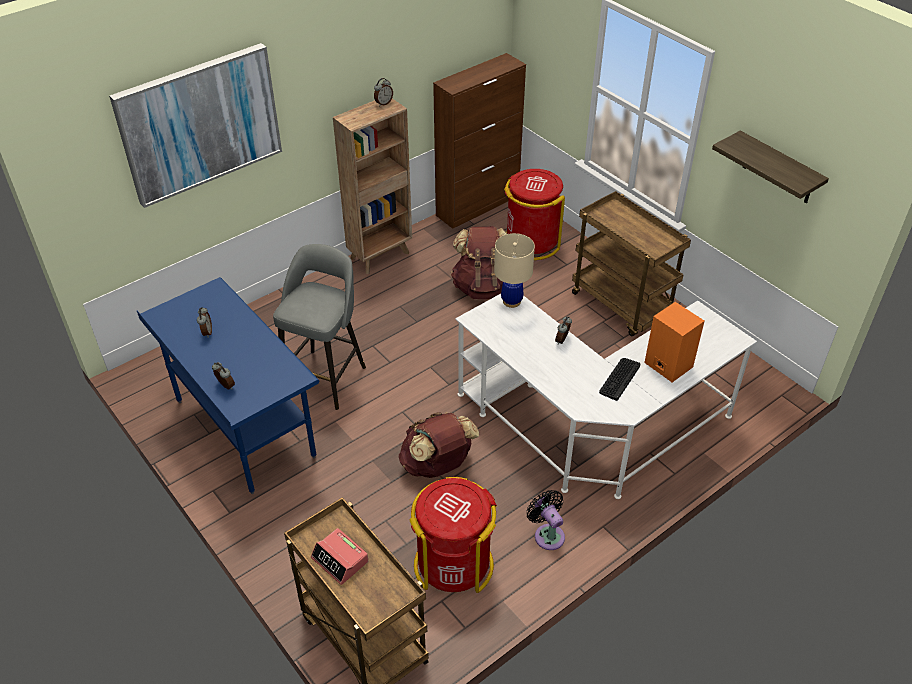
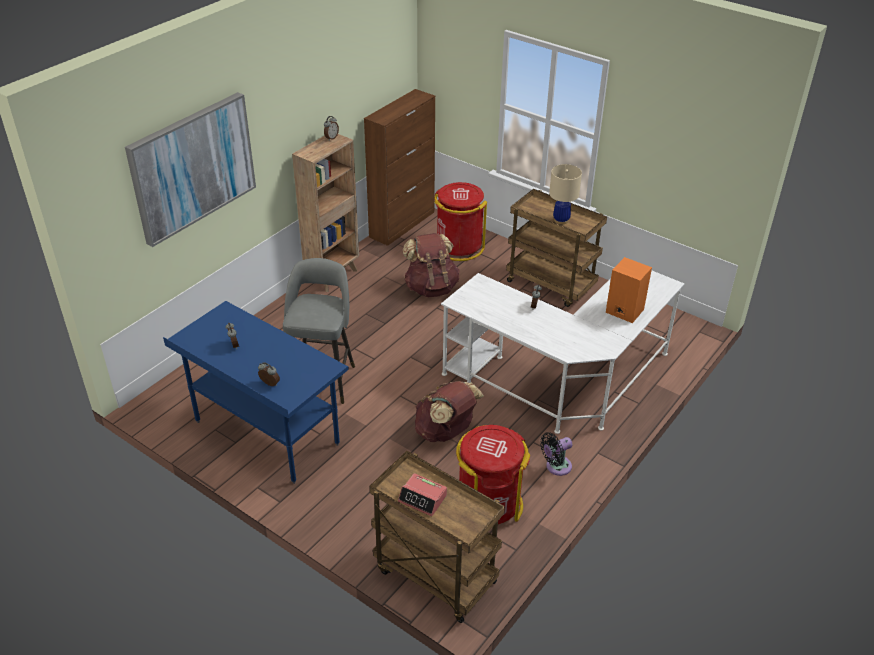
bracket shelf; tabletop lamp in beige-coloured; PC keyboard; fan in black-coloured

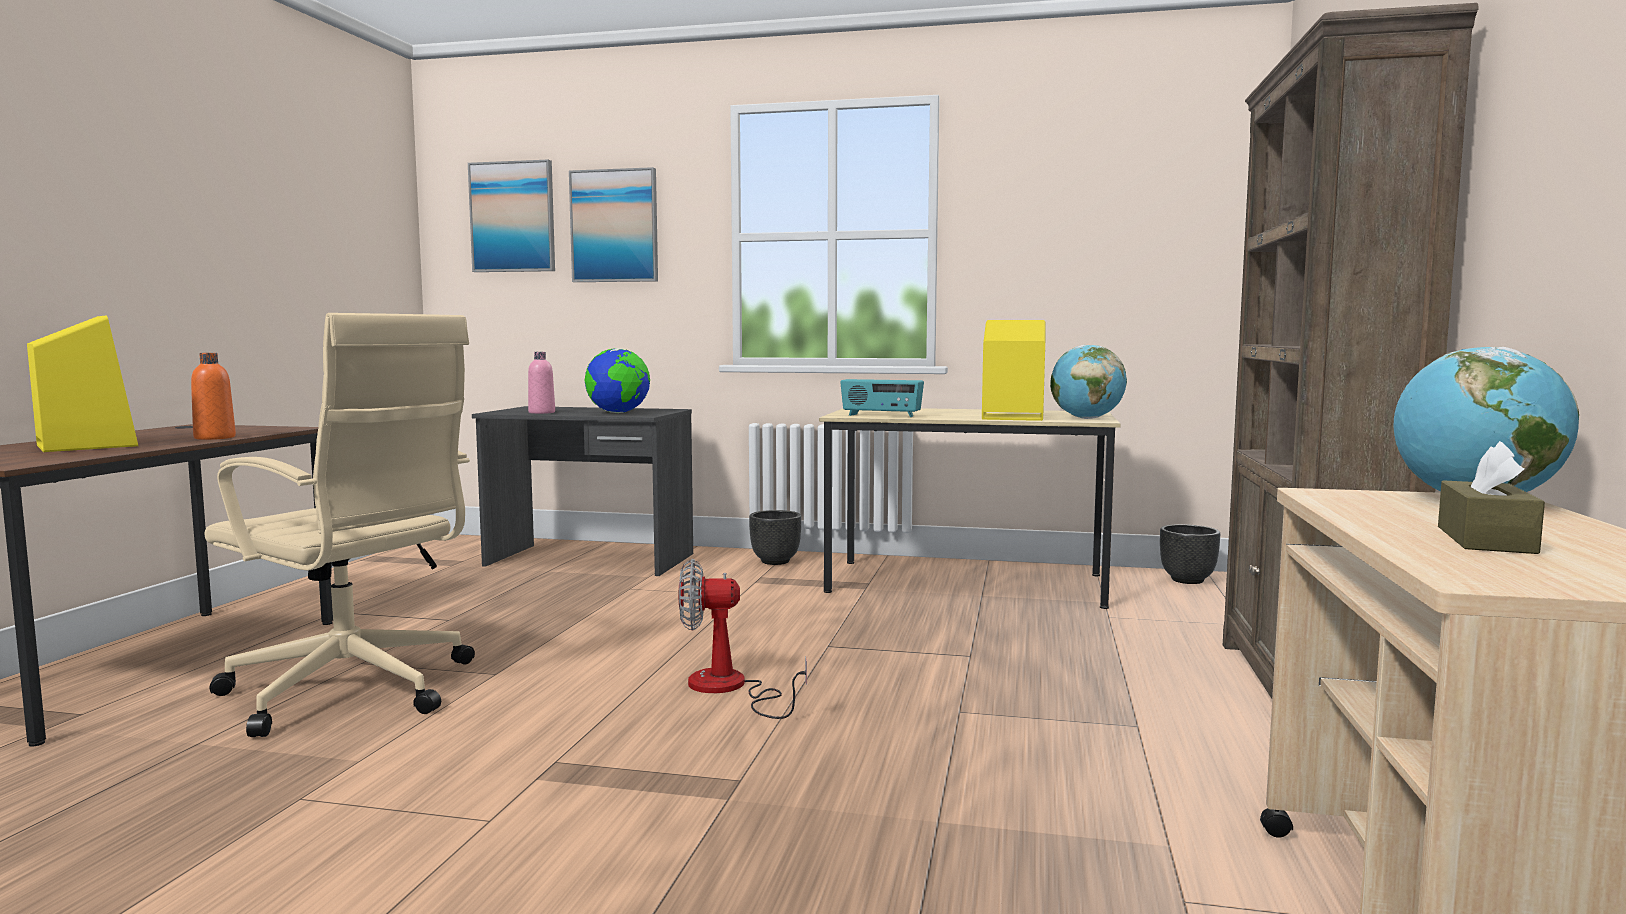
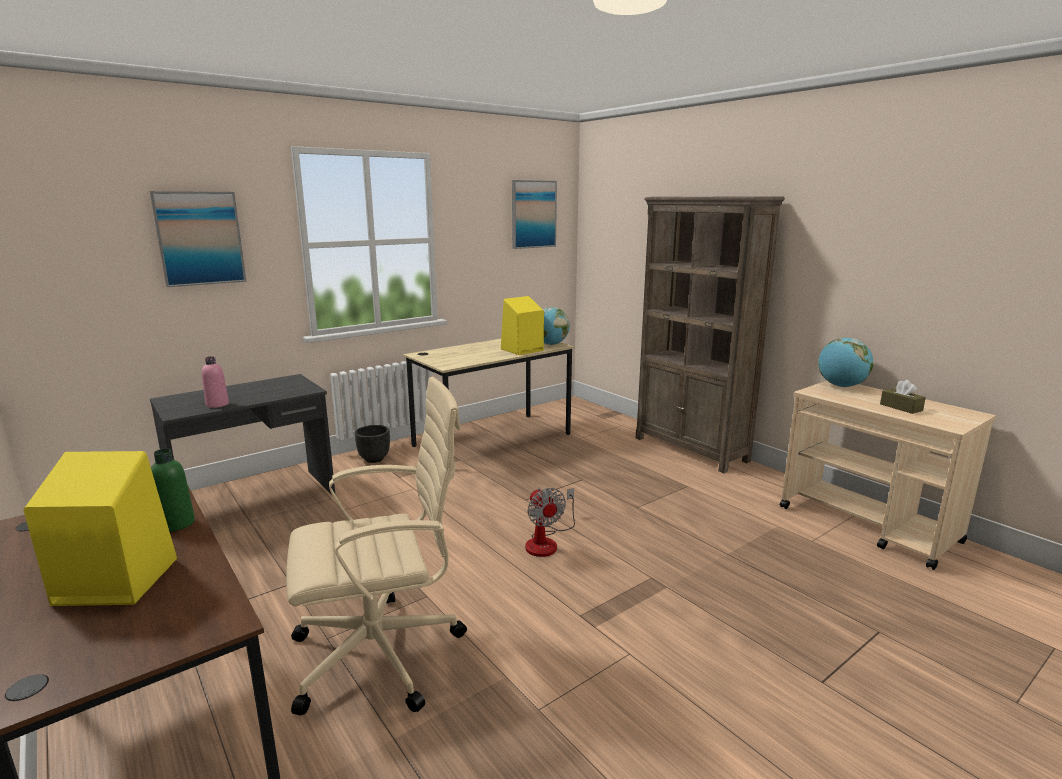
wall art (2nd from left); globe (1st from left in the first image); bottle in green-coloured; radio receiver; flower pot in black-coloured (2nd from left in the first image); fan

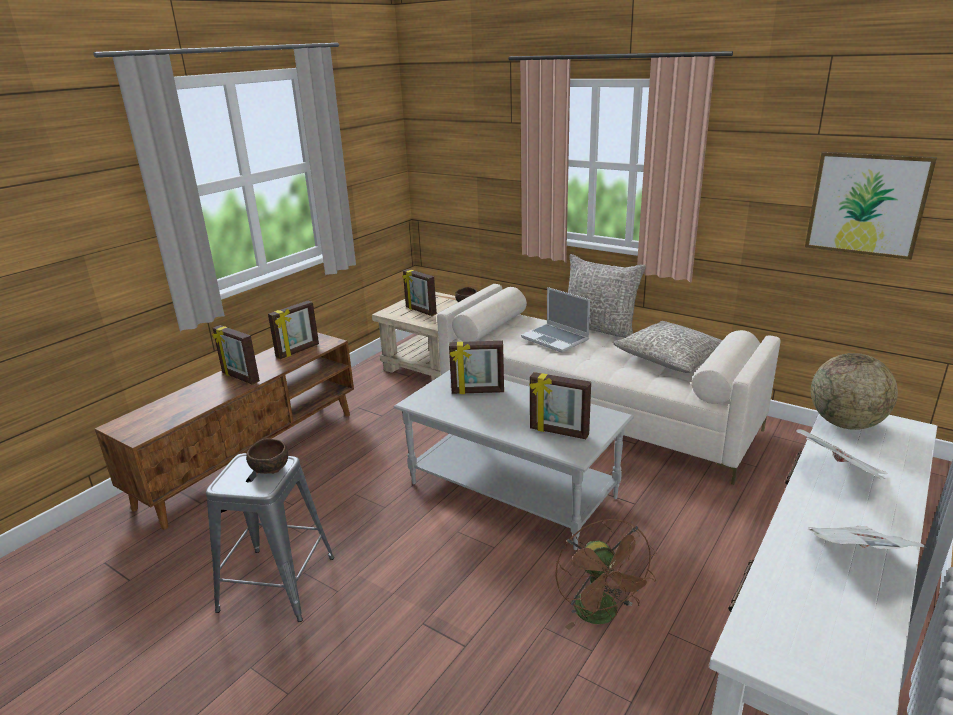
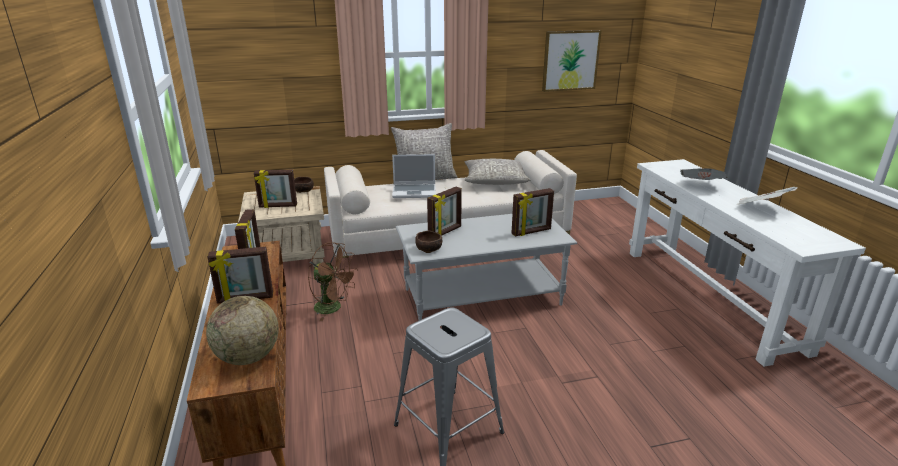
globe; bowl in brown-coloured (2nd from left); fan in brown-coloured

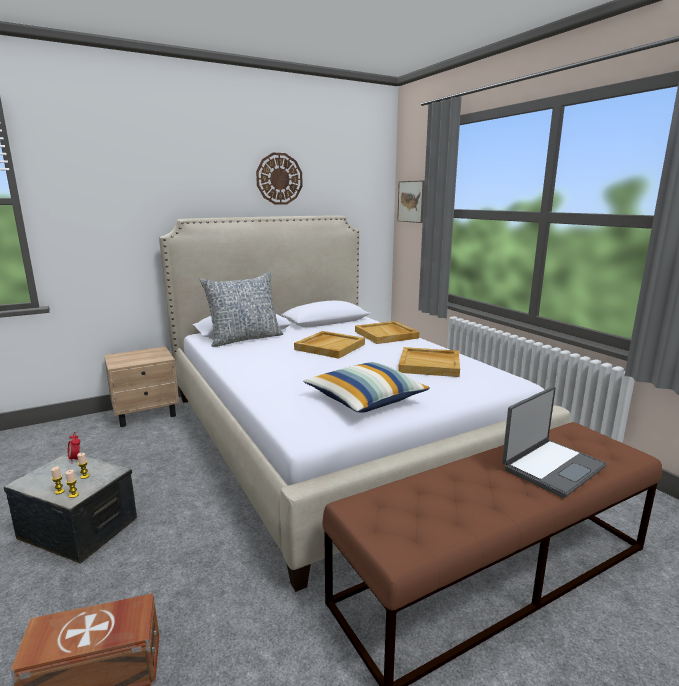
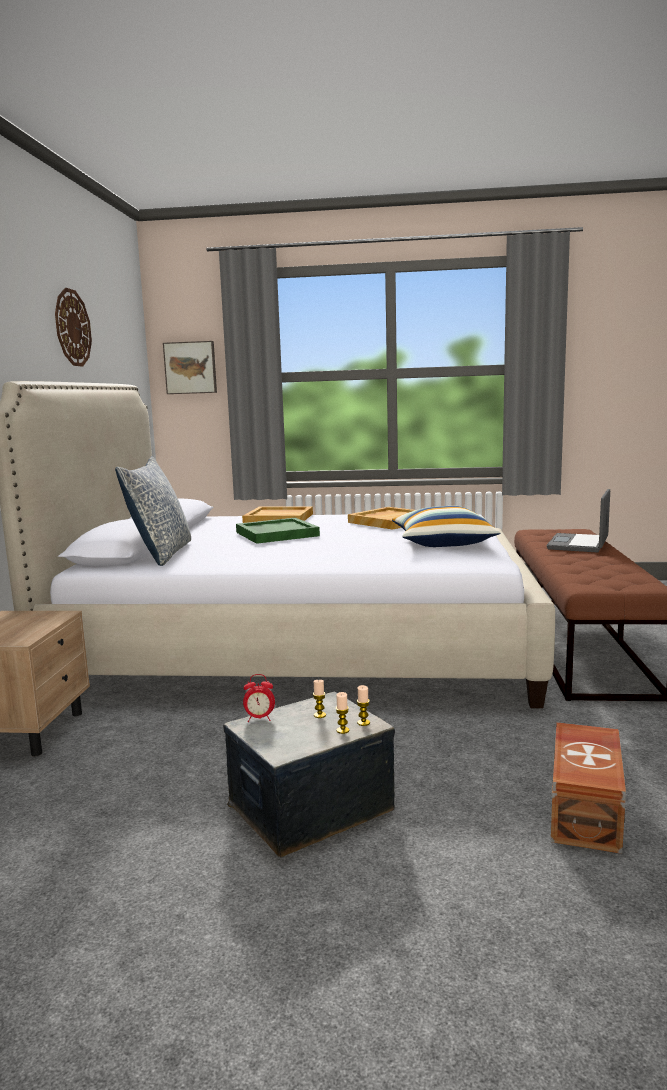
serving tray in green-coloured; notebook computer

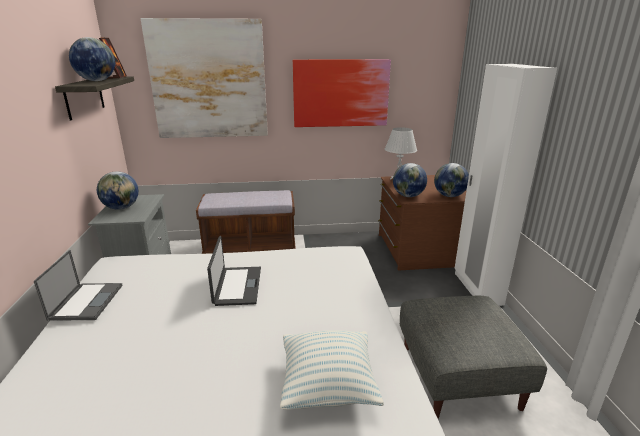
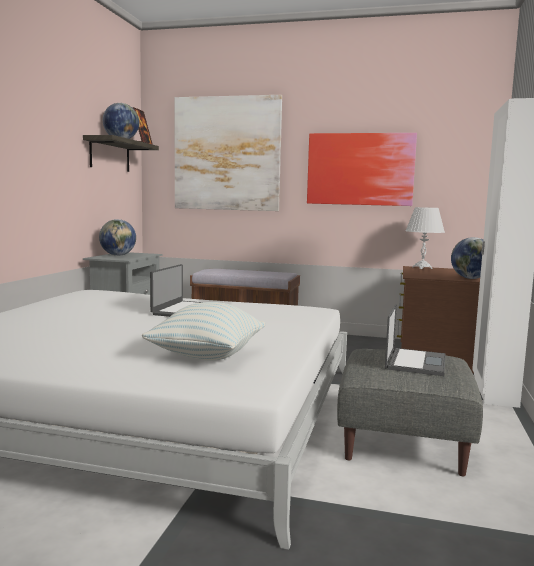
globe (3rd from left in the first image); notebook computer (2nd from left)

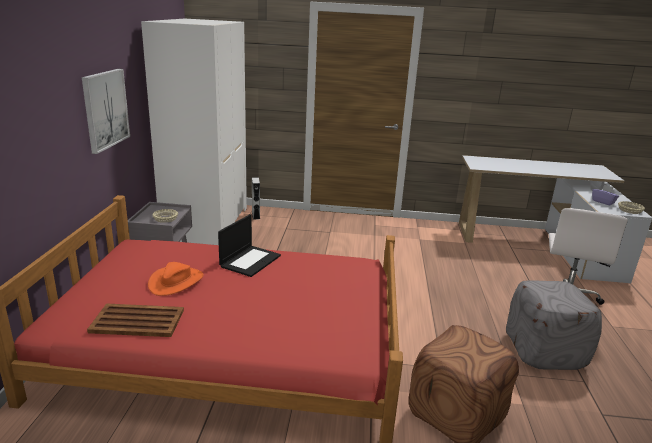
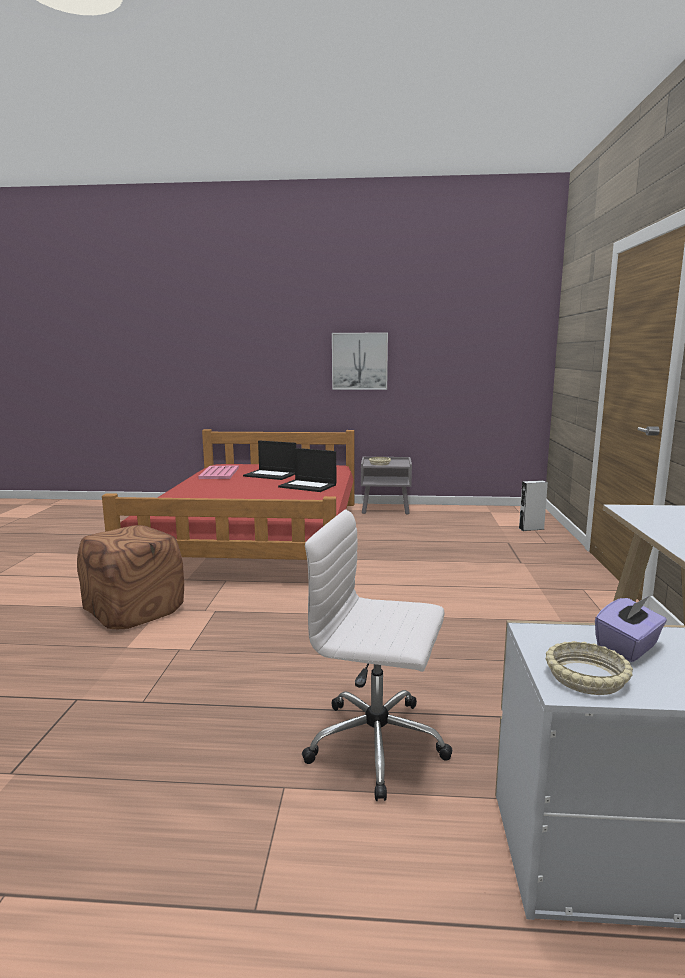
clothes cupboard in white-coloured; notebook computer (1st from left); ottoman in greyish; serving tray in pinkish

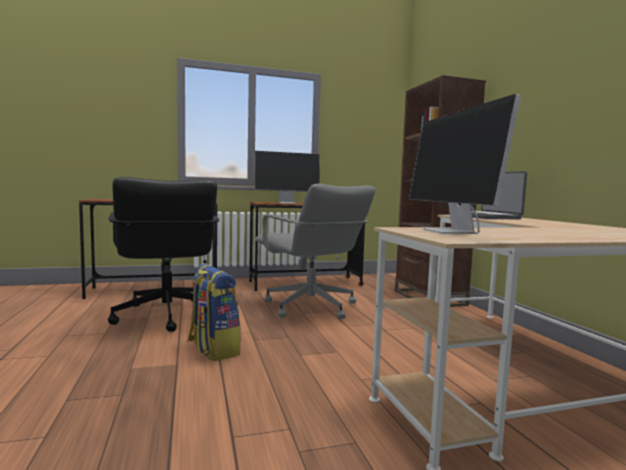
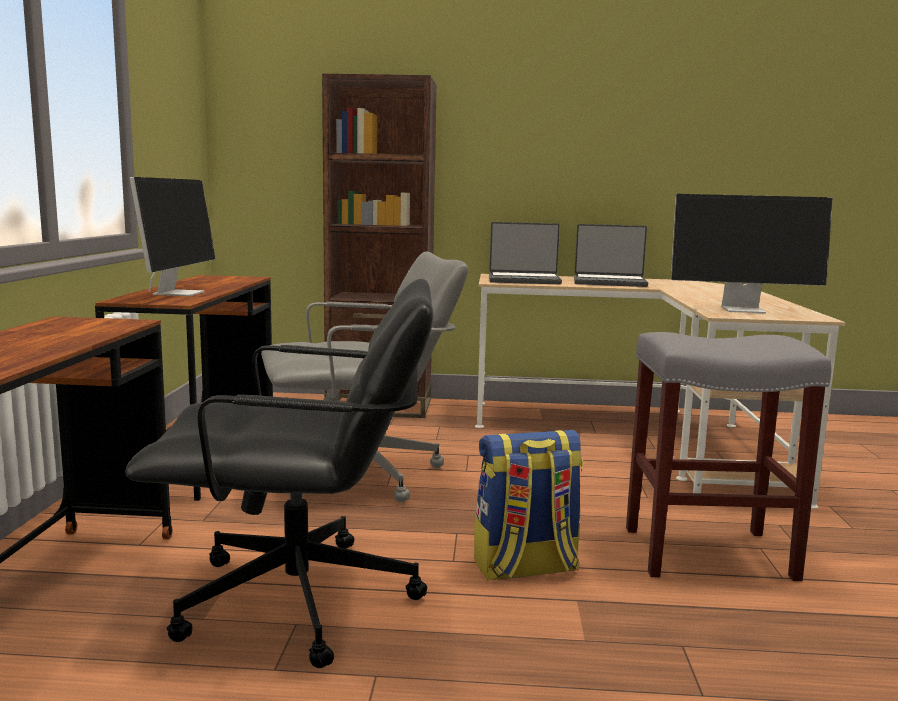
notebook computer (2nd from left); sitting stool in greyish

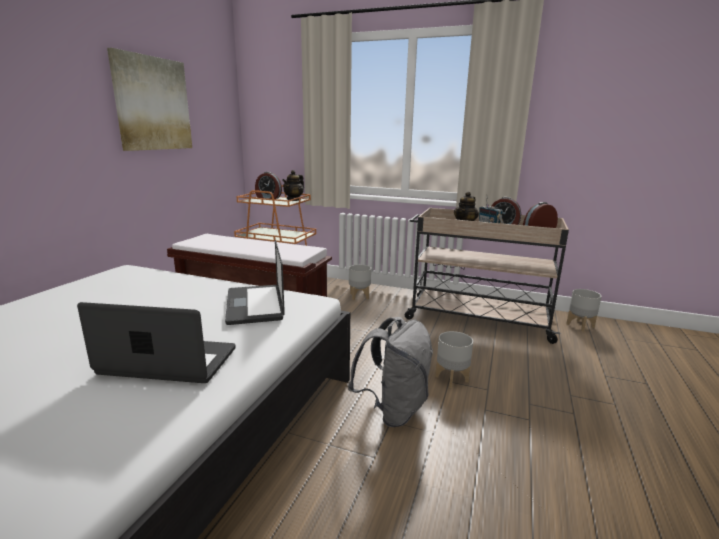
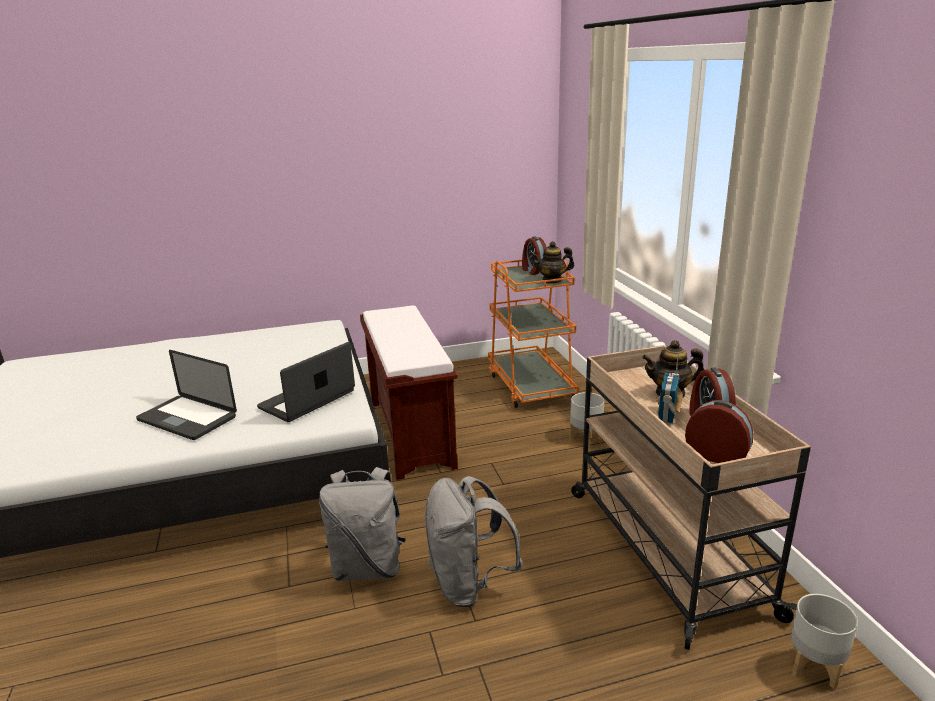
wall art; notebook computer (1st from left); backpack in greyish (2nd from left)

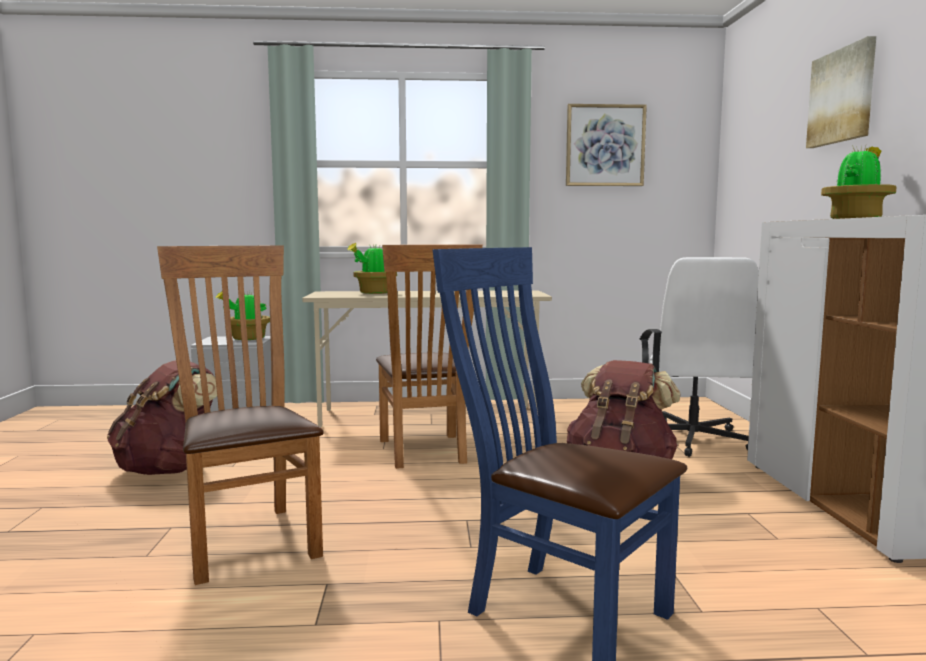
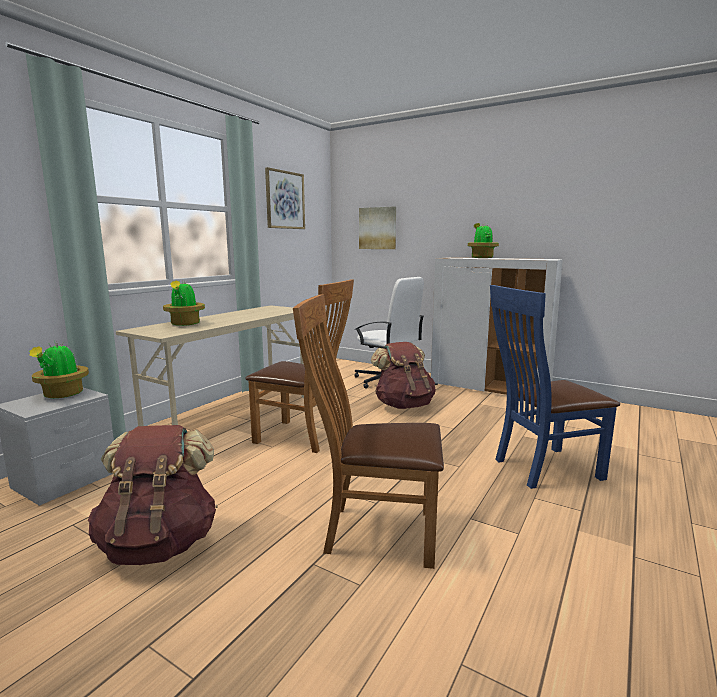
wall art (2nd from left)

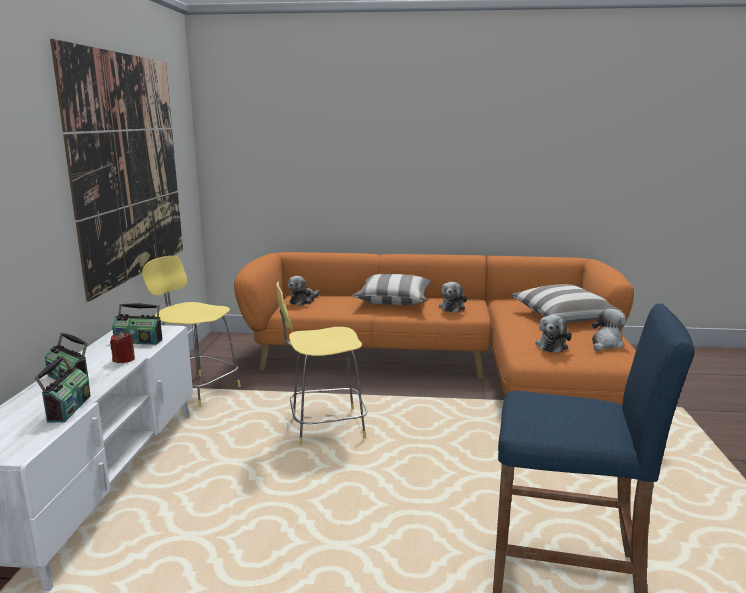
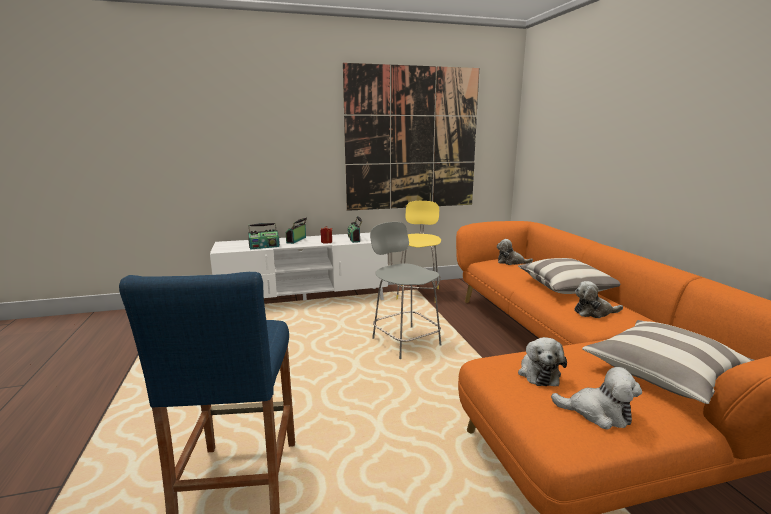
sitting stool in greyish; plush toy (2nd from left)

